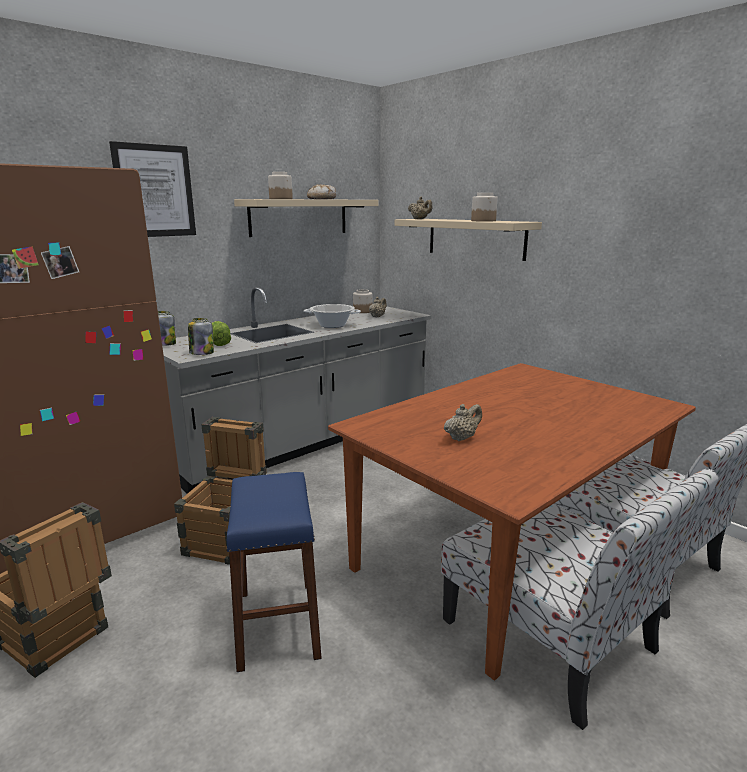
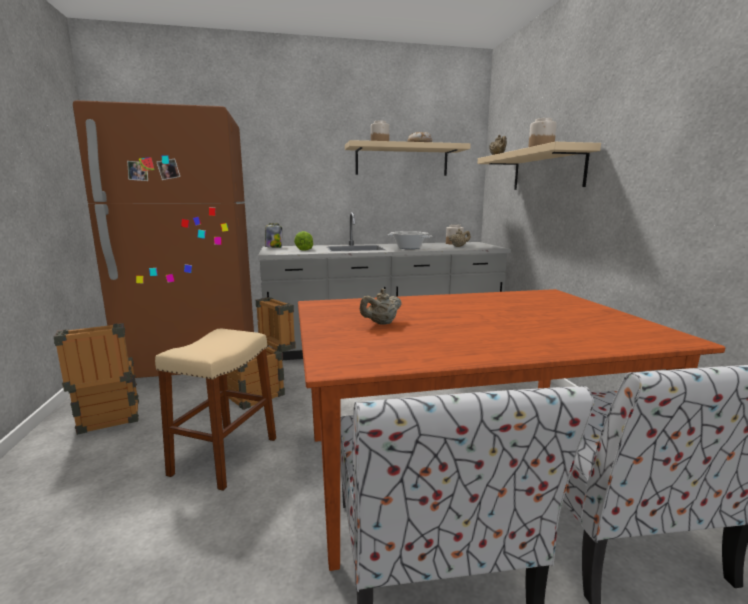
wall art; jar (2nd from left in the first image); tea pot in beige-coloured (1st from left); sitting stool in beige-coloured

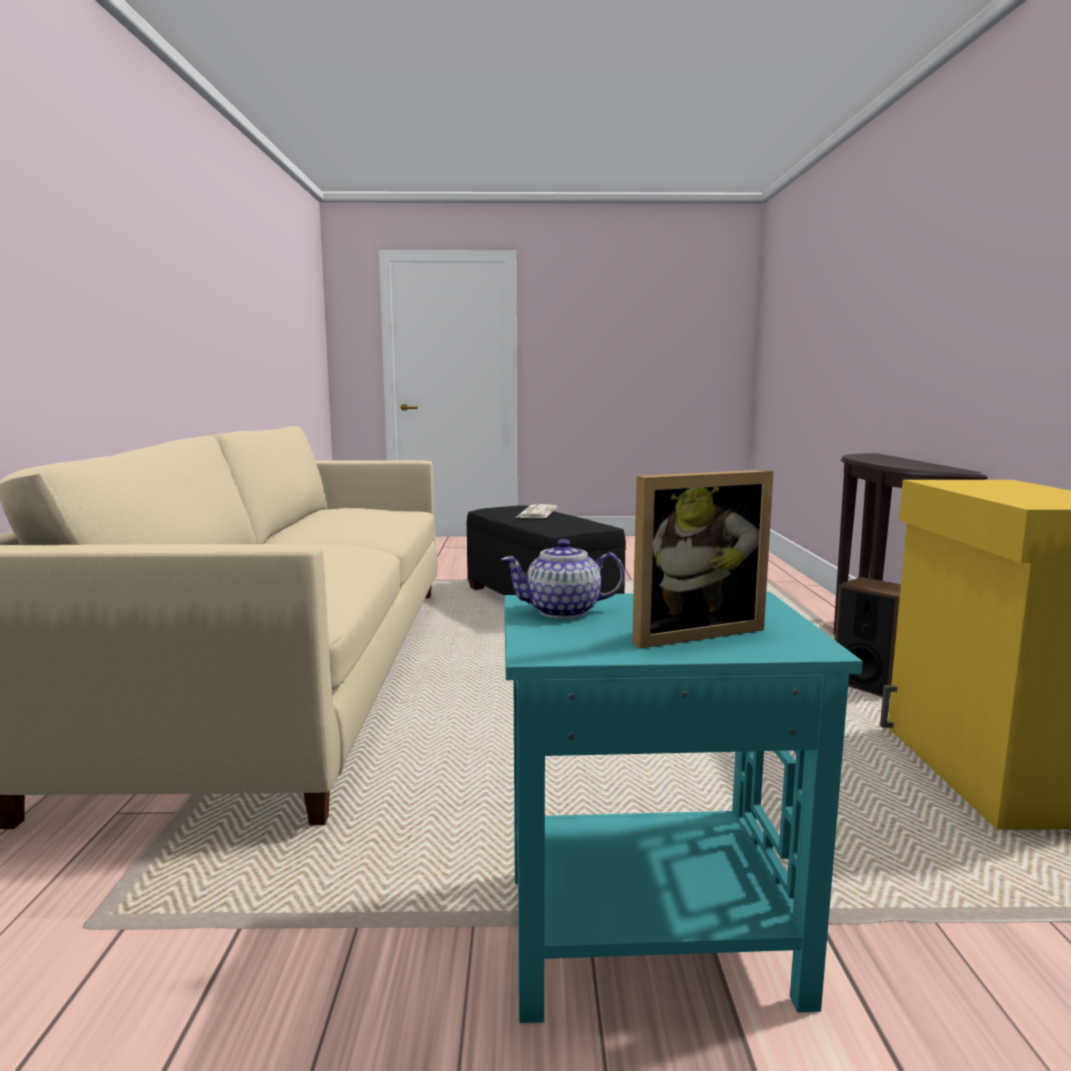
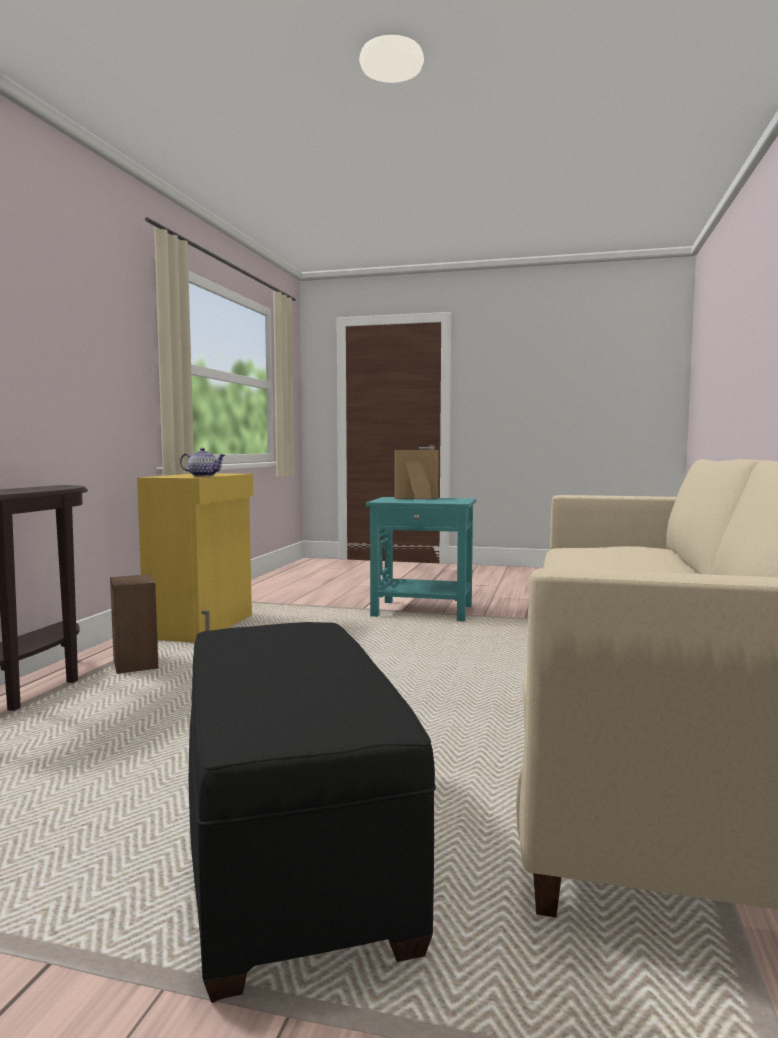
newspaper; tea pot

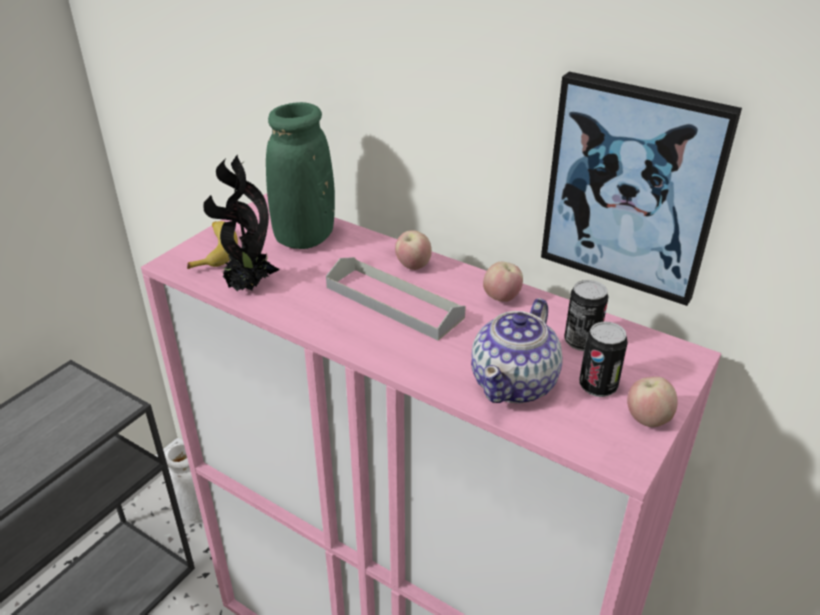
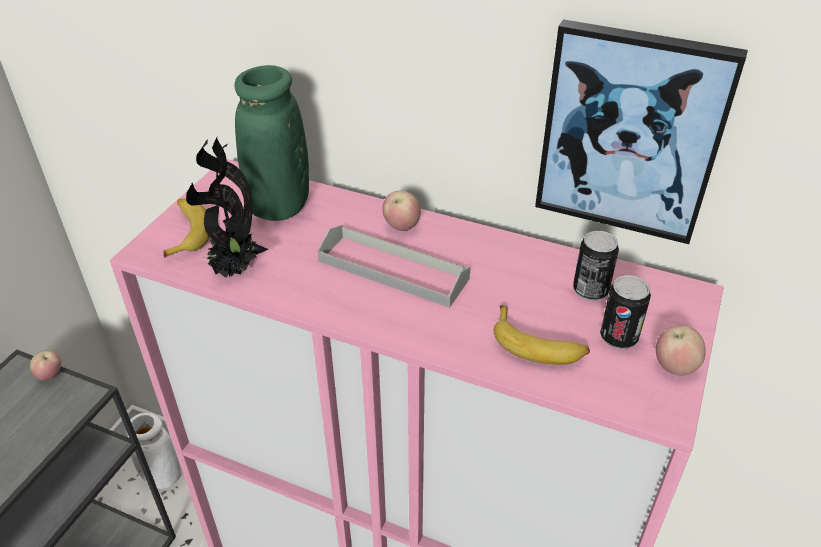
apple (1st from left); whole banana (2nd from left)

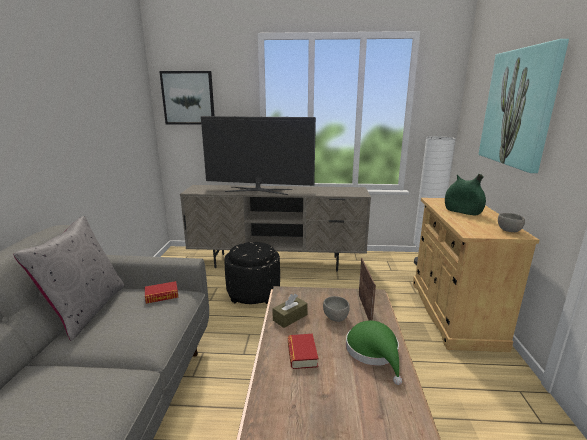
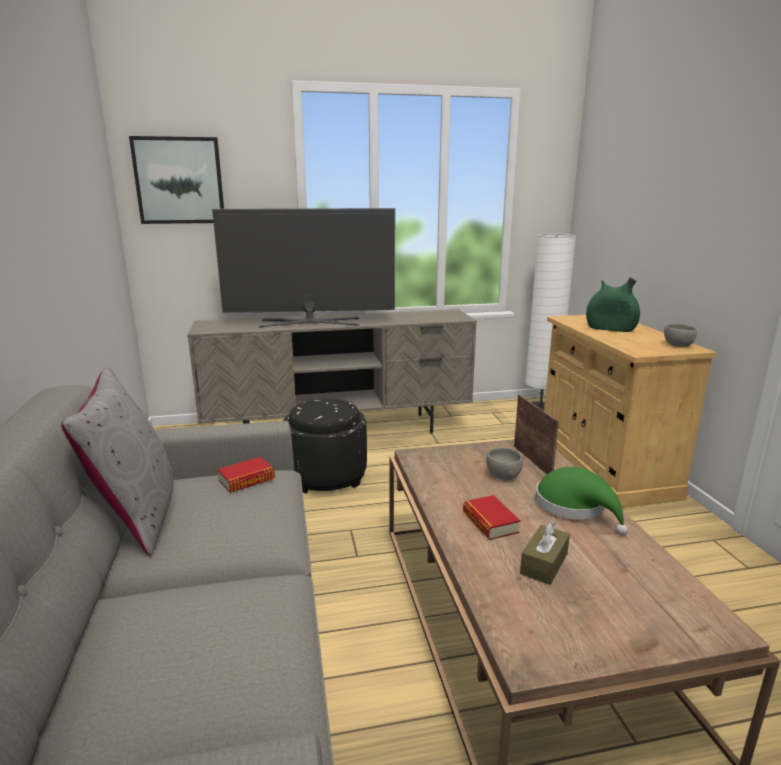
wall art (2nd from left in the first image); tissue holder in brown-coloured

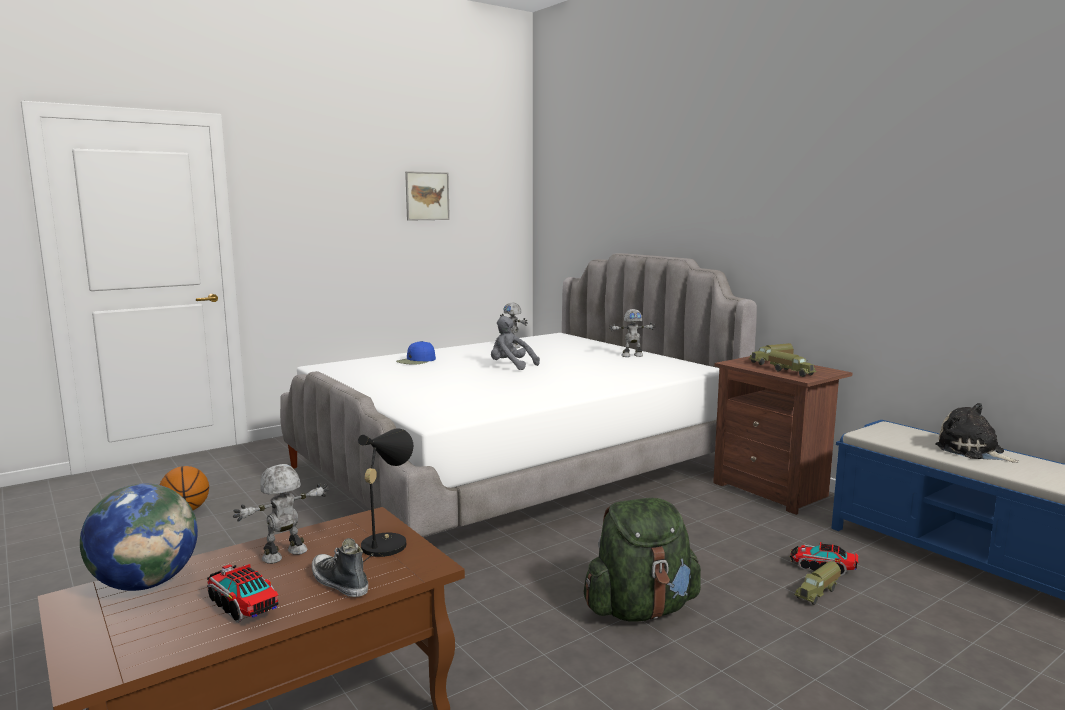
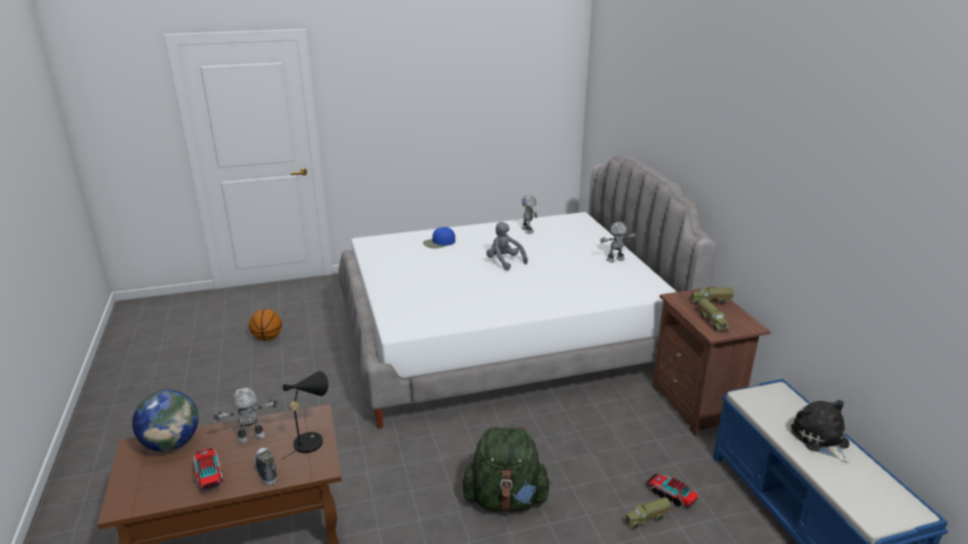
wall art; toy robot (3rd from left)

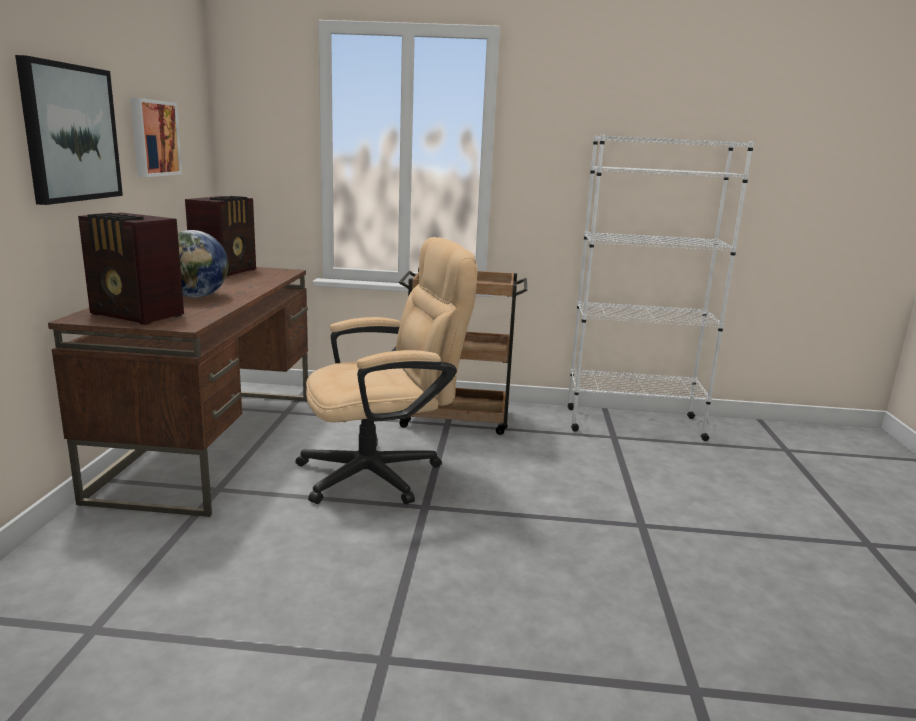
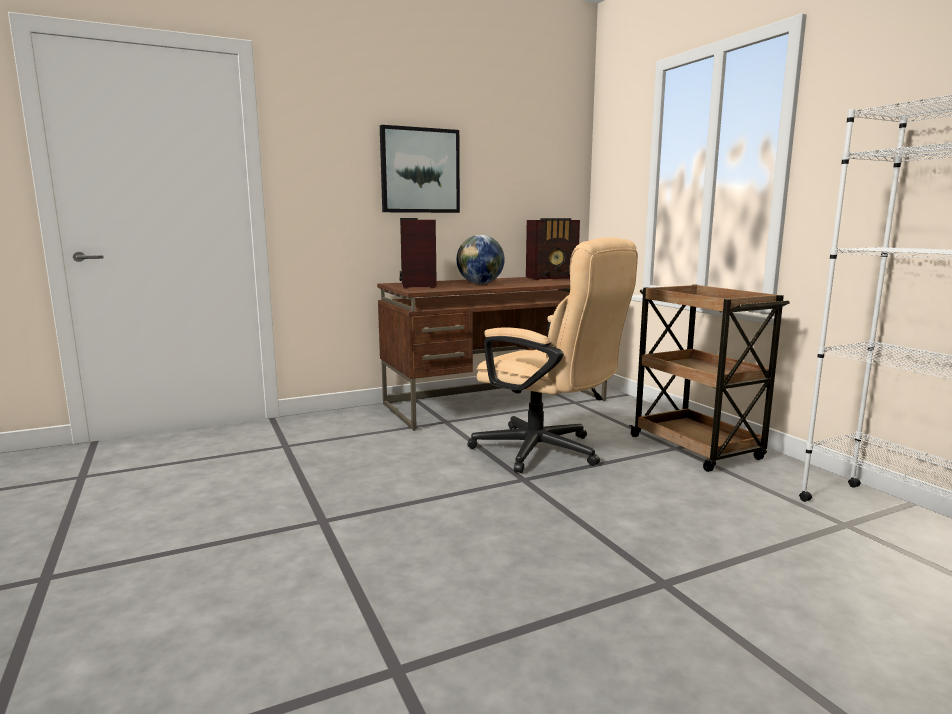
wall art (2nd from left in the first image)

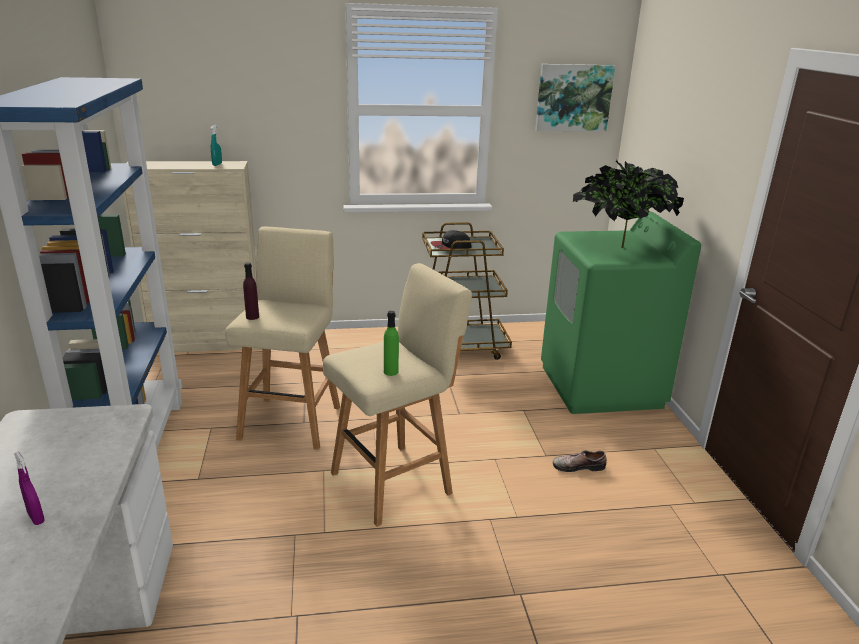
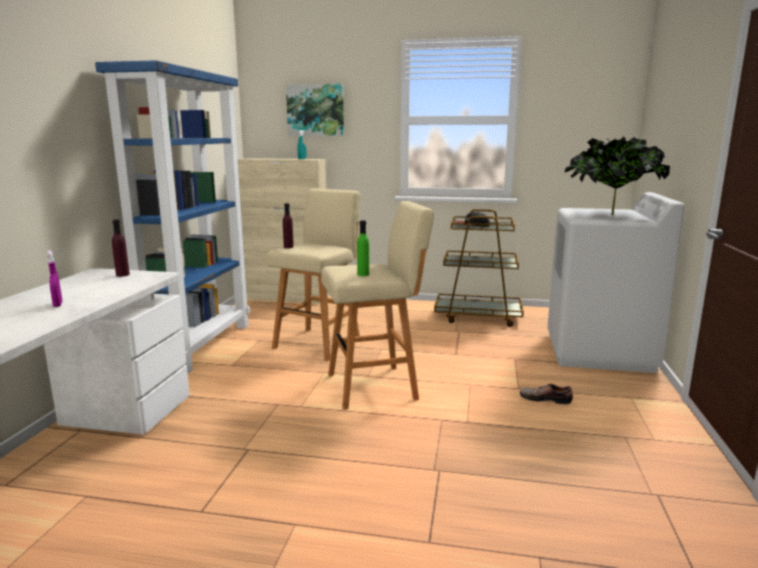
wall art; laundry machine in white-coloured; bottle in purple-coloured (1st from left)

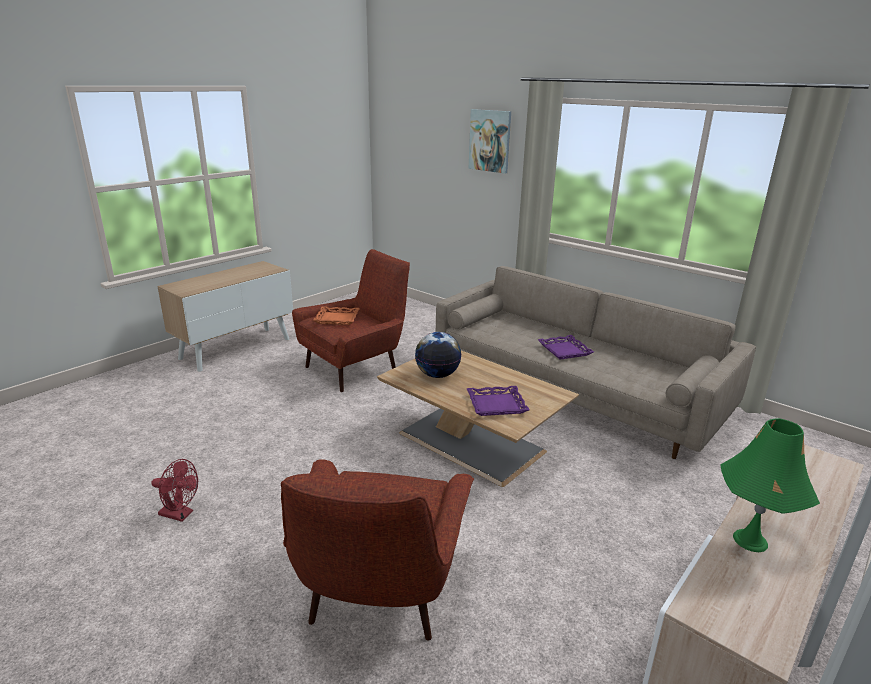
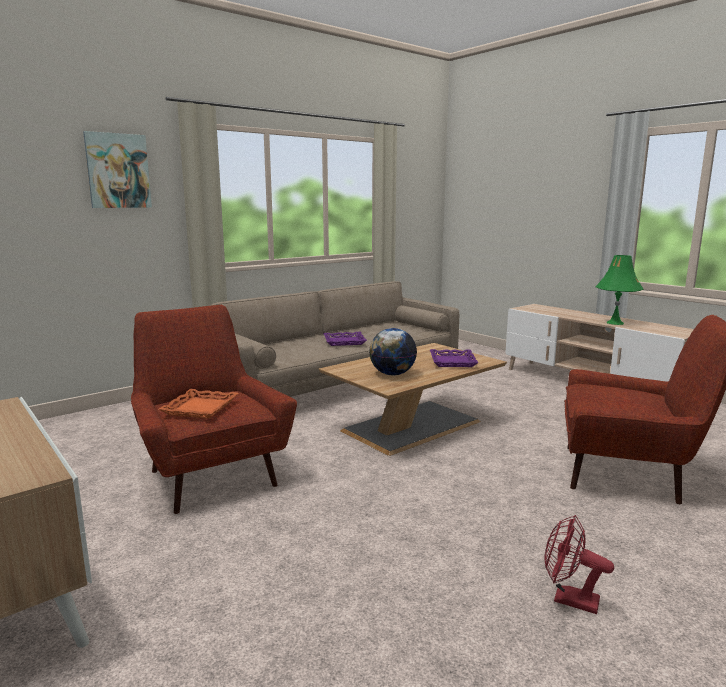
fan in reddish

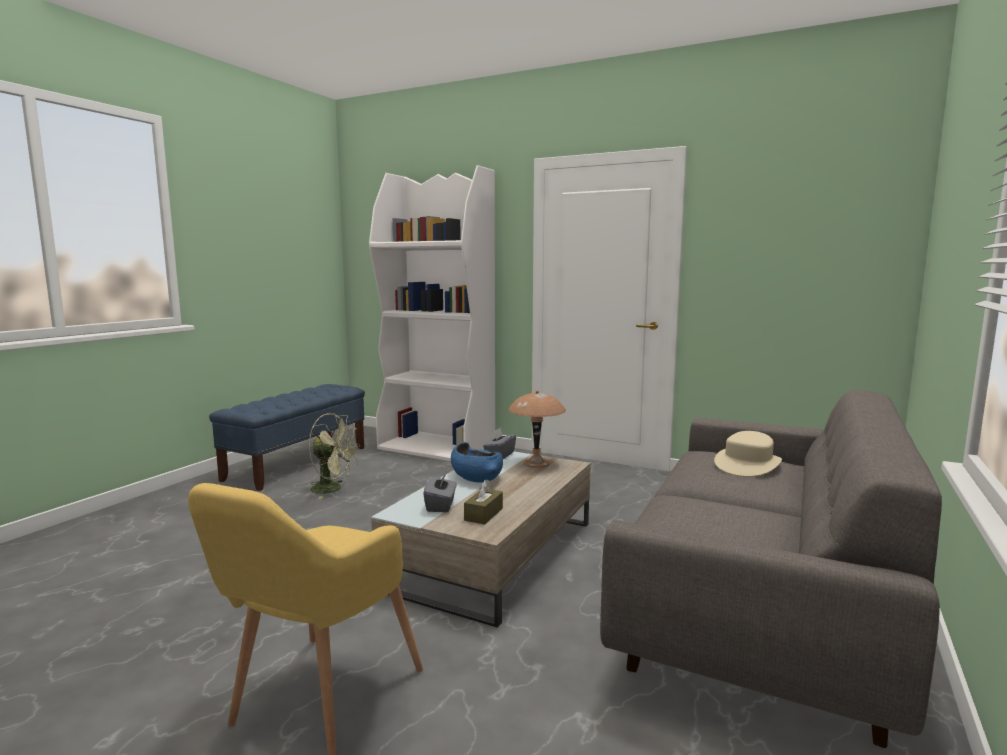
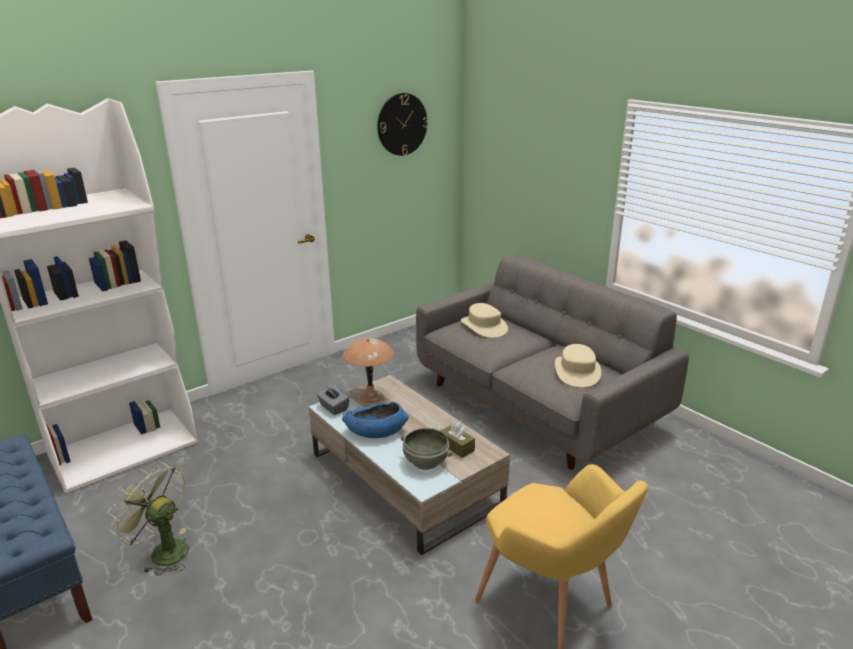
fan in green-coloured; bowl in greyish; clock on the wall; hat in beige-coloured (2nd from left)

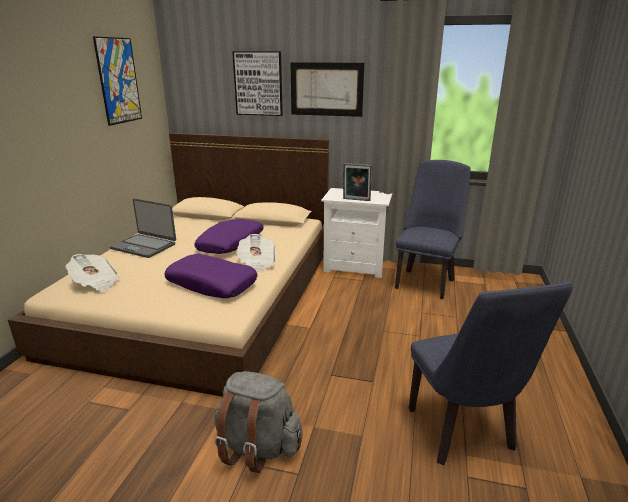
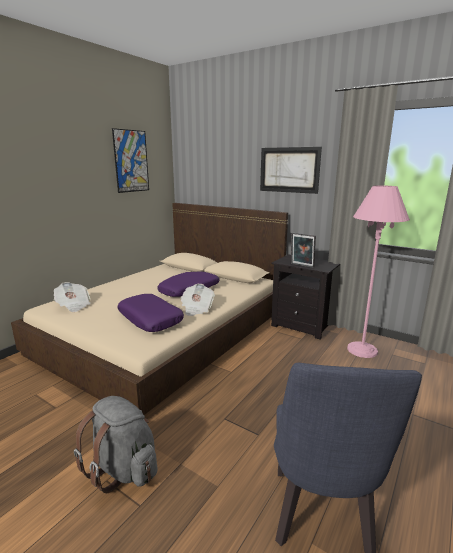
wall art (2nd from left in the first image); floor lamp in pinkish; night table in black-coloured; notebook computer

